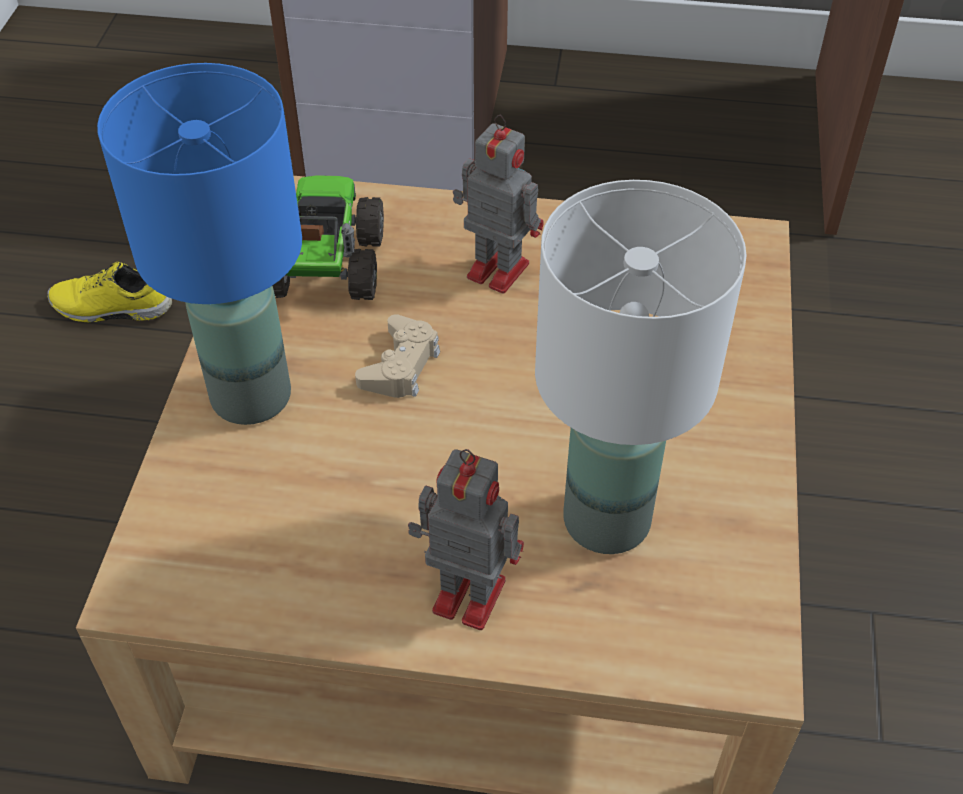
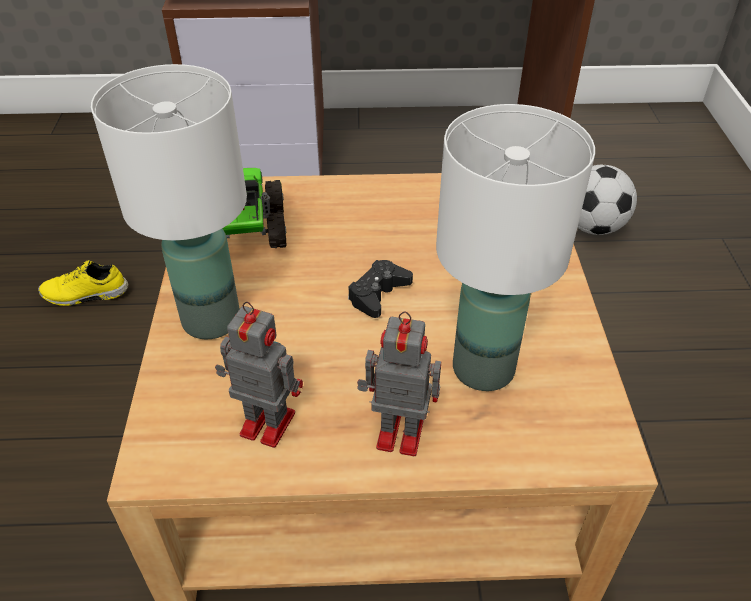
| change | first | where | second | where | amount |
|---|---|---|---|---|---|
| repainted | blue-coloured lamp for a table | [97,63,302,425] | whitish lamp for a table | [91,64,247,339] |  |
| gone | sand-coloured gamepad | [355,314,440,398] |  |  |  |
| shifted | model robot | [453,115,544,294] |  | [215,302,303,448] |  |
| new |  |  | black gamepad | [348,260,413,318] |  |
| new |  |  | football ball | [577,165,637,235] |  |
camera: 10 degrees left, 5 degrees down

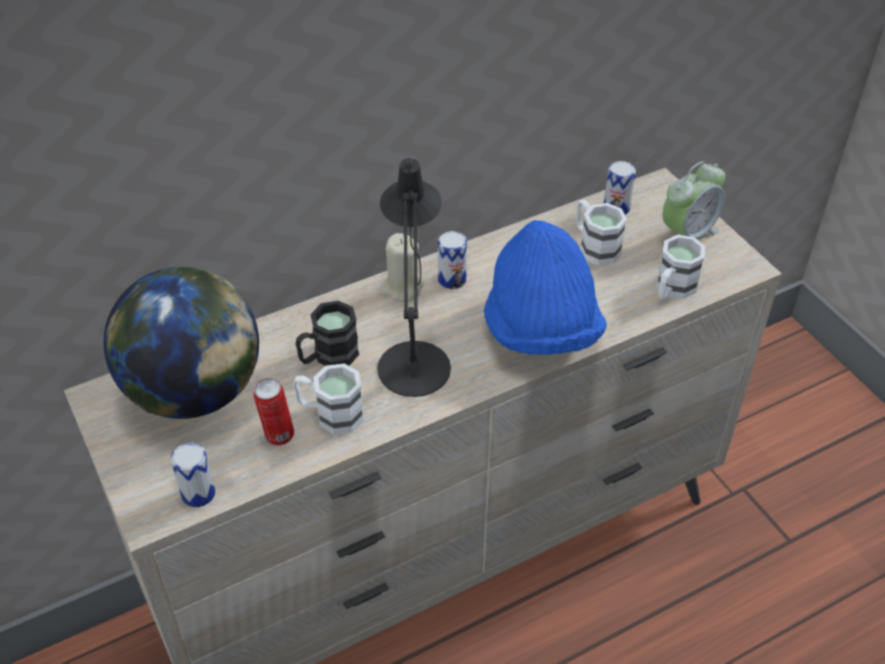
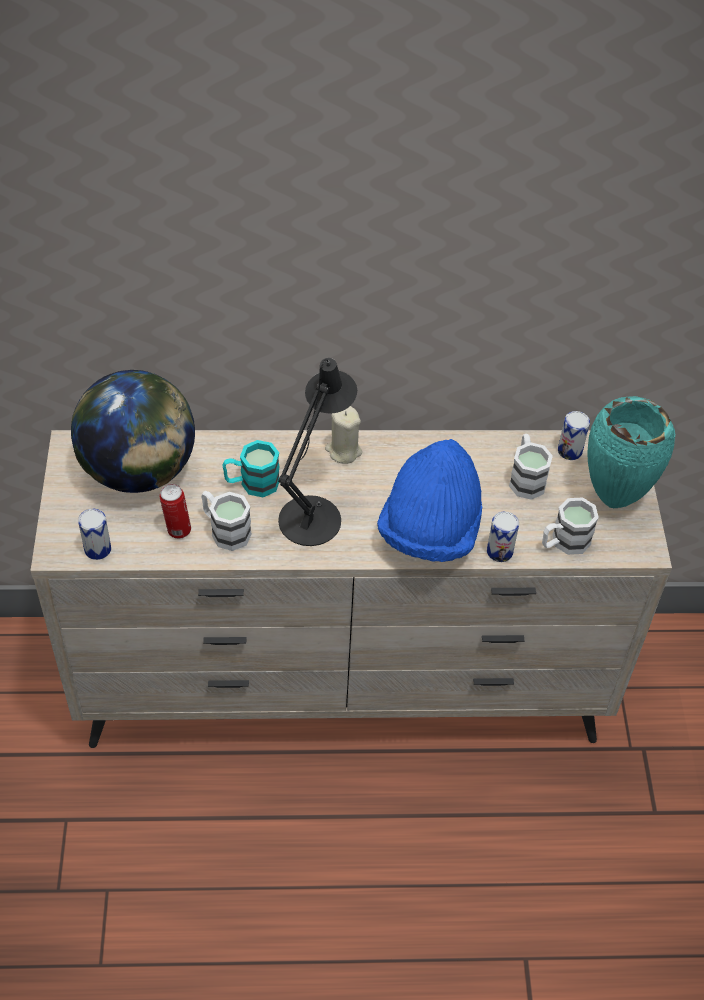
| change | first | where | second | where | amount |
|---|---|---|---|---|---|
| repainted | black mug | [295,301,359,366] | turquoise-coloured mug | [223,440,279,497] |  |
| shifted | sealed can | [438,231,467,289] |  | [487,512,519,562] |  |
| swapped | bedside clock | [662,161,725,239] | turquoise-coloured decorative vase | [587,396,675,508] |  |
camera: 25 degrees right, 5 degrees up

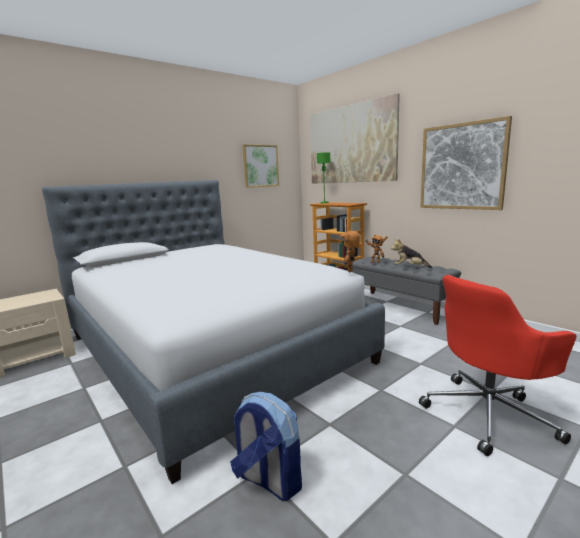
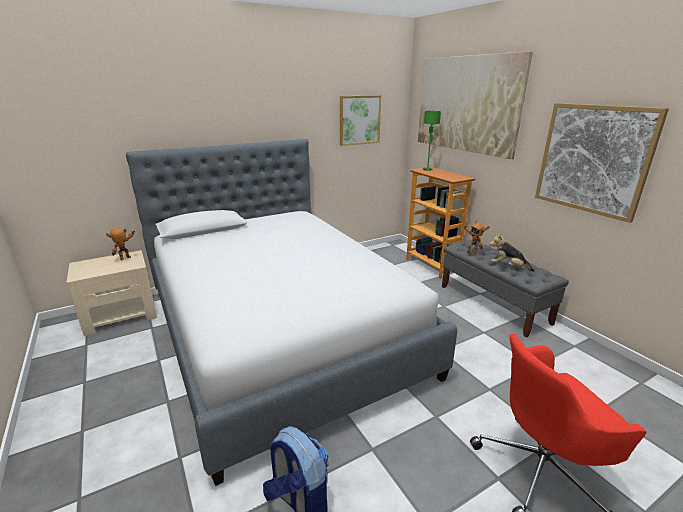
| change | first | where | second | where | amount |
|---|---|---|---|---|---|
| shifted | model robot | [340,229,363,273] |  | [106,228,135,261] |  |
camera: 10 degrees right, 10 degrees up

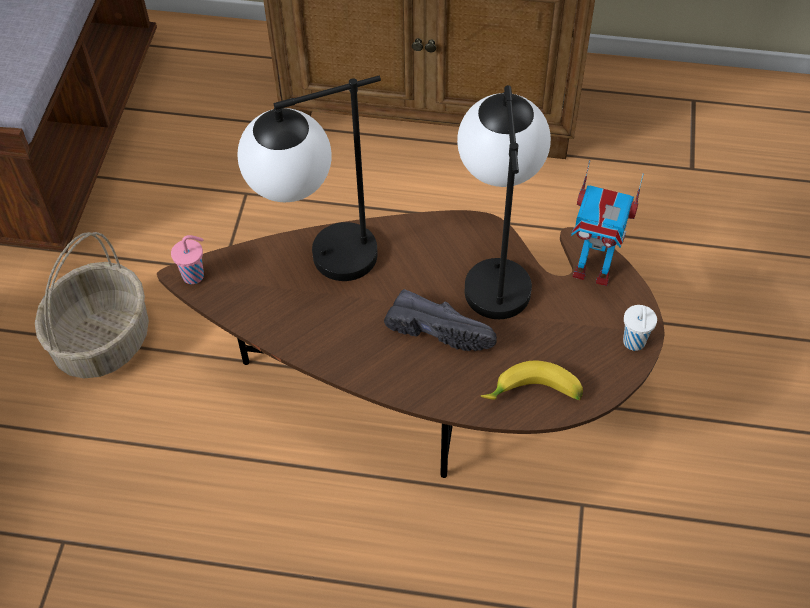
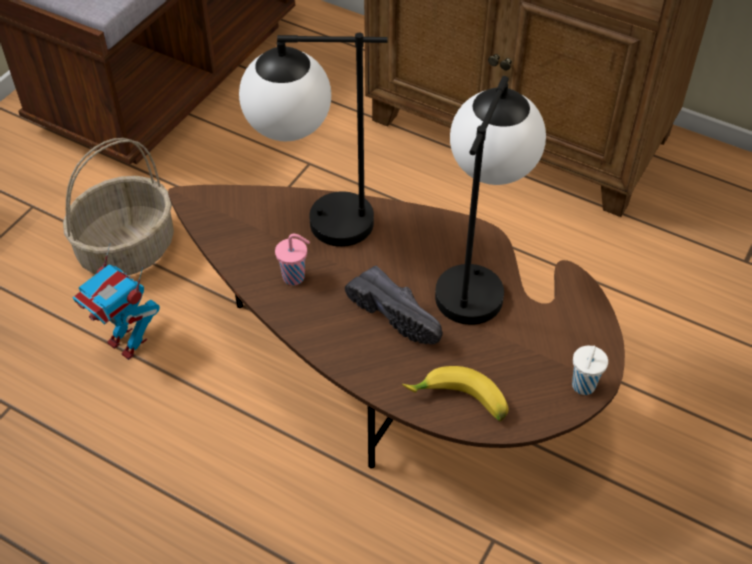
| change | first | where | second | where | amount |
|---|---|---|---|---|---|
| shifted | pink-coloured cup | [171,235,204,284] |  | [275,234,310,285] |  |
| shifted | model robot | [571,160,644,286] |  | [72,243,160,360] |  |
camera: 20 degrees right, 5 degrees down

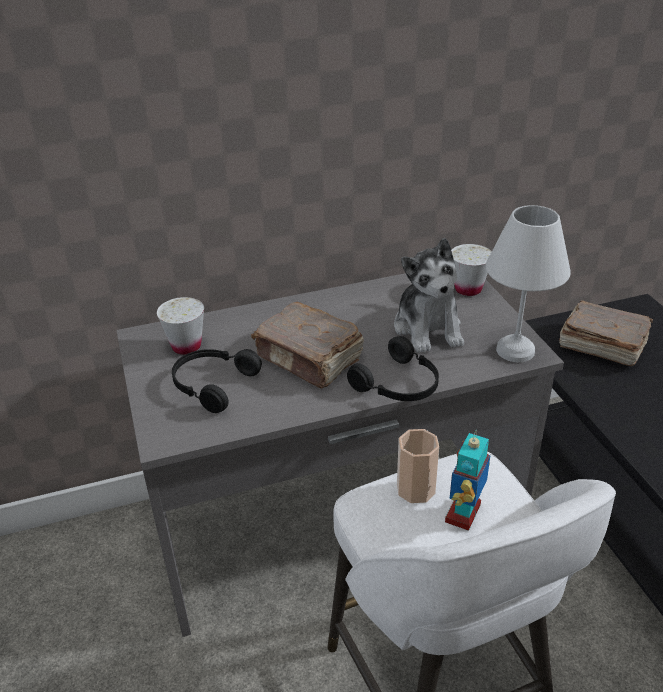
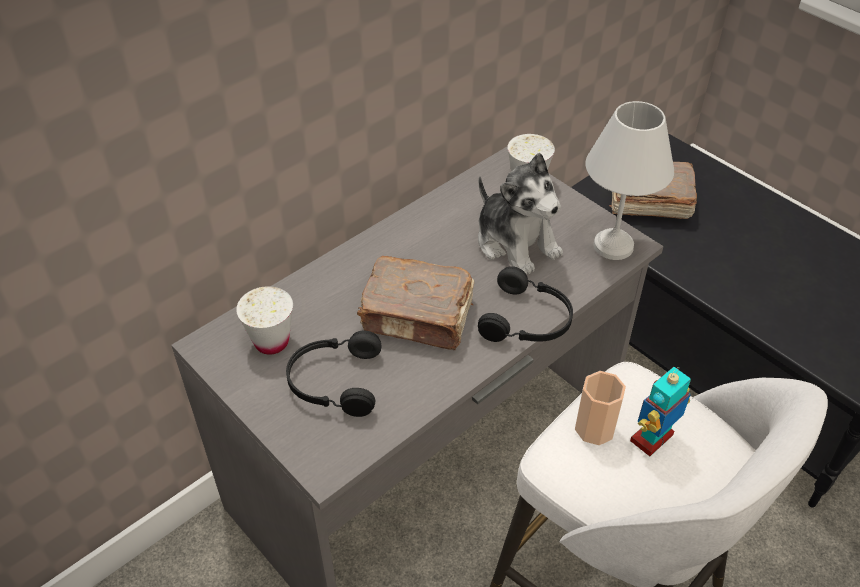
| change | first | where | second | where | amount |
|---|---|---|---|---|---|
| rotated | model robot | [445,431,490,531] |  | [630,367,691,456] | 45 degrees clockwise |
camera: 25 degrees left, 10 degrees up

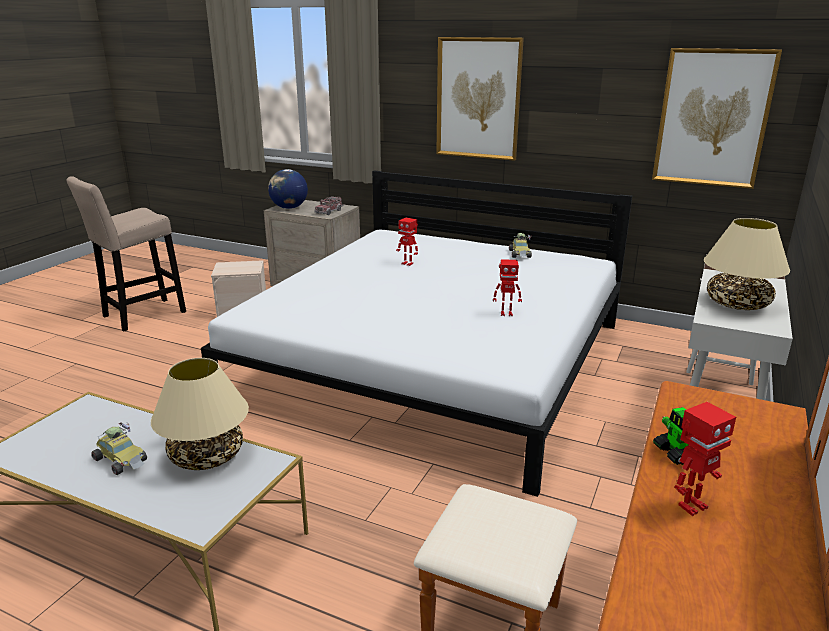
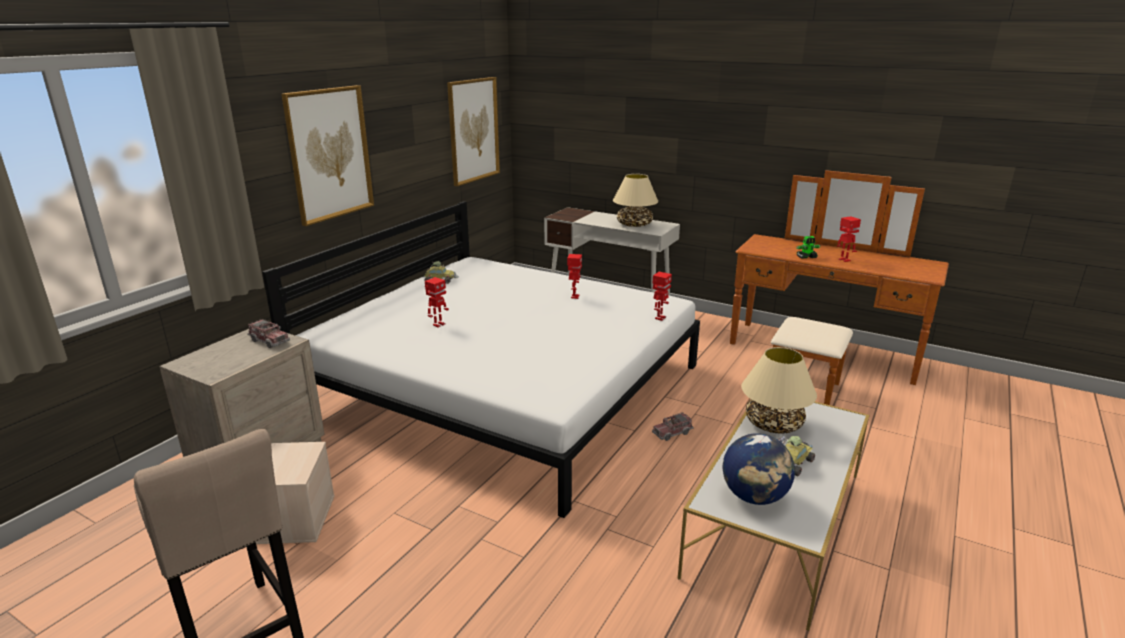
| change | first | where | second | where | amount |
|---|---|---|---|---|---|
| shifted | globe | [268,169,308,209] |  | [723,433,795,505] |  |
| new |  |  | model robot | [652,272,672,321] |  |
| new |  |  | toy lorry | [652,412,694,441] |  |
camera: 85 degrees left, 0 degrees up

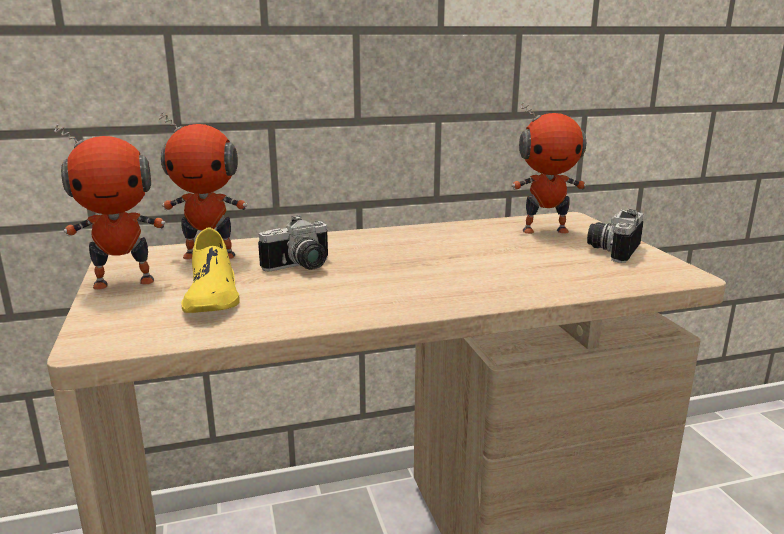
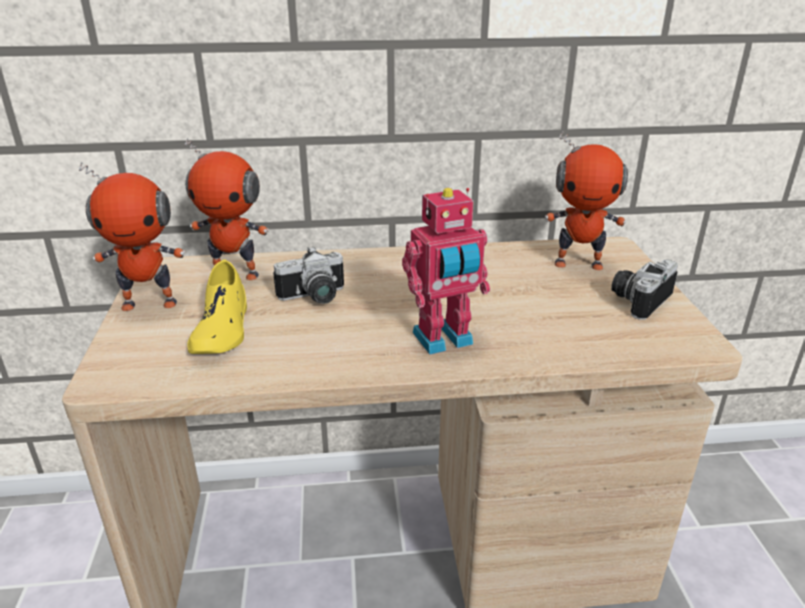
| change | first | where | second | where | amount |
|---|---|---|---|---|---|
| new |  |  | model robot | [402,188,490,355] |  |
camera: 10 degrees right, 10 degrees up

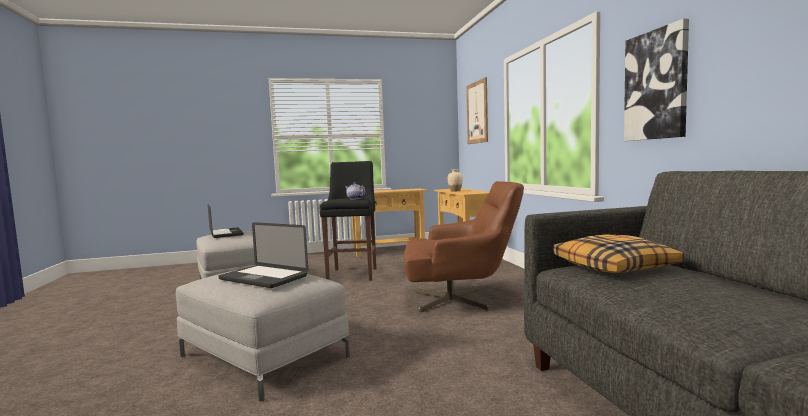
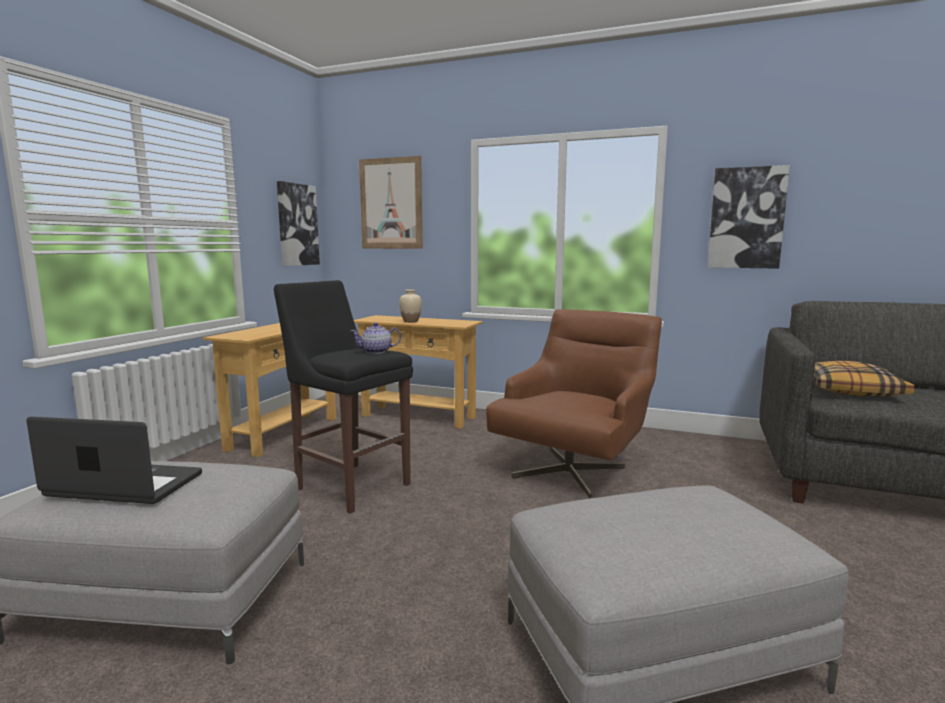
| change | first | where | second | where | amount |
|---|---|---|---|---|---|
| gone | portable computer | [218,222,308,288] |  |  |  |
| new |  |  | wall art | [277,181,320,266] |  |
camera: 55 degrees left, 5 degrees up

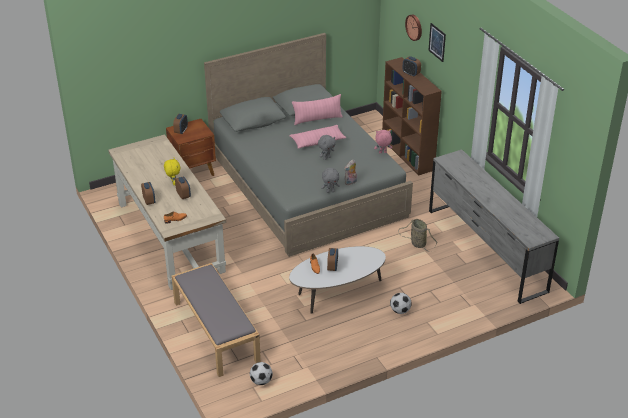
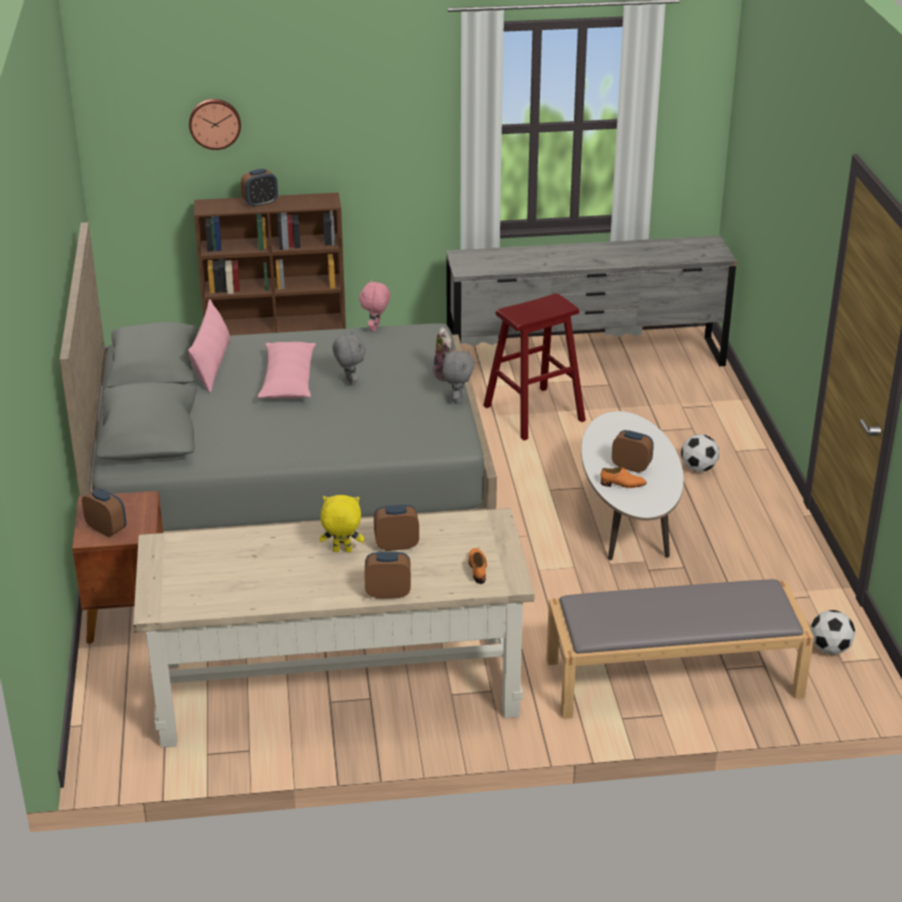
| change | first | where | second | where | amount |
|---|---|---|---|---|---|
| swapped | household basket | [398,219,437,252] | reddish stool | [483,294,586,441] |  |
| gone | wall art | [428,23,446,62] |  |  |  |
camera: 70 degrees left, 5 degrees down

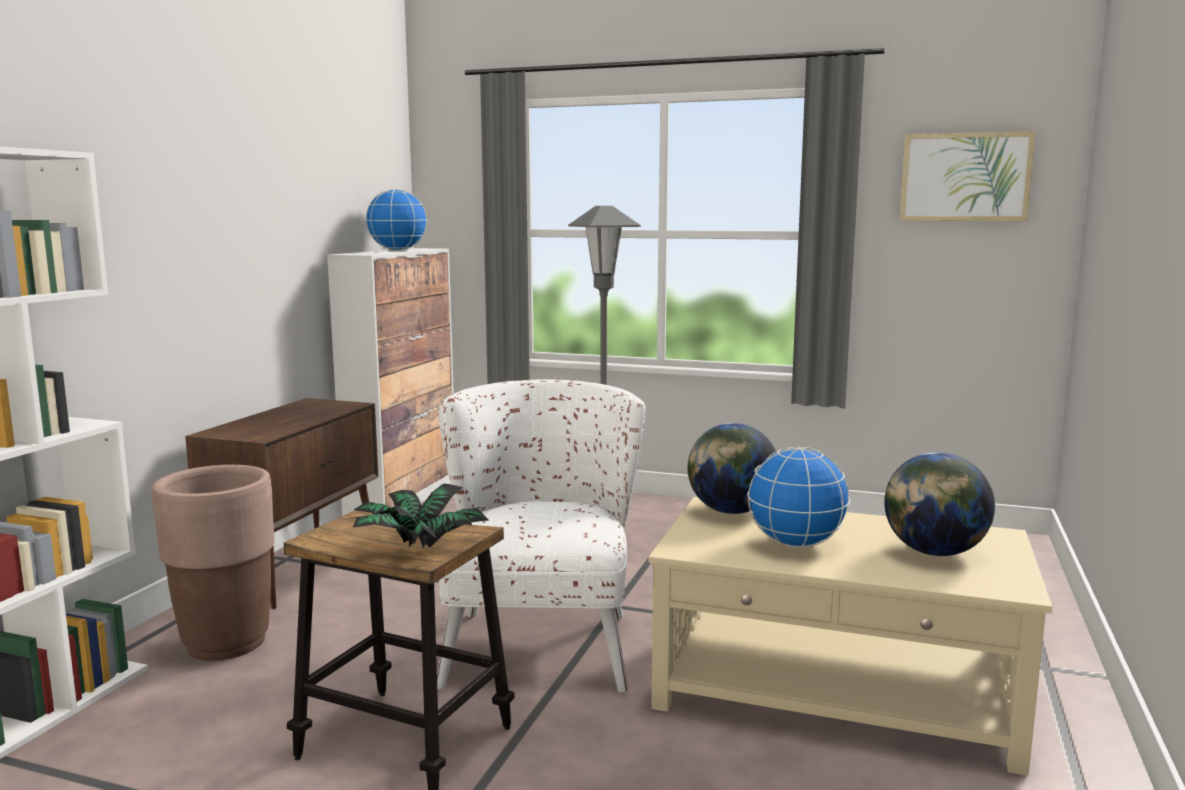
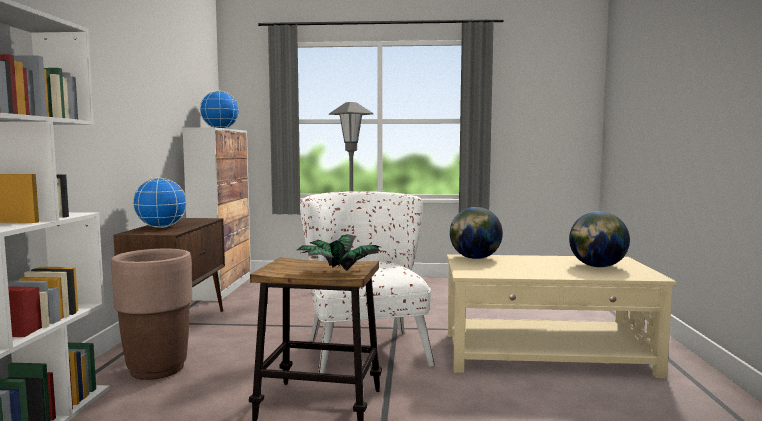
| change | first | where | second | where | amount |
|---|---|---|---|---|---|
| shifted | globe | [747,446,850,548] |  | [133,178,187,228] |  |
| gone | wall art | [900,131,1036,221] |  |  |  |
camera: 15 degrees left, 5 degrees down

